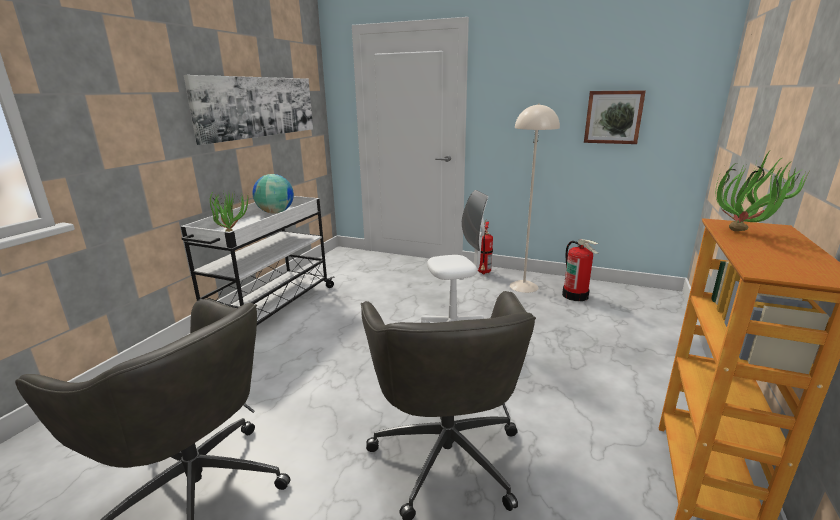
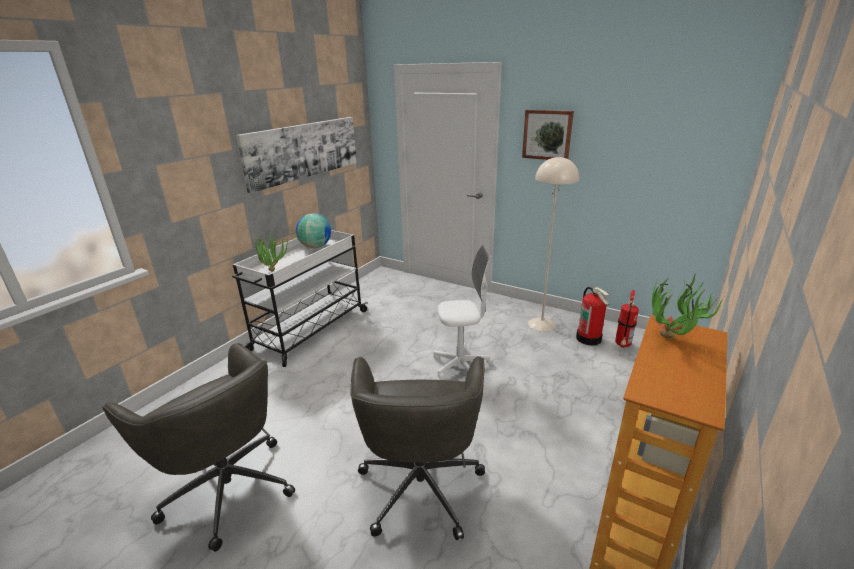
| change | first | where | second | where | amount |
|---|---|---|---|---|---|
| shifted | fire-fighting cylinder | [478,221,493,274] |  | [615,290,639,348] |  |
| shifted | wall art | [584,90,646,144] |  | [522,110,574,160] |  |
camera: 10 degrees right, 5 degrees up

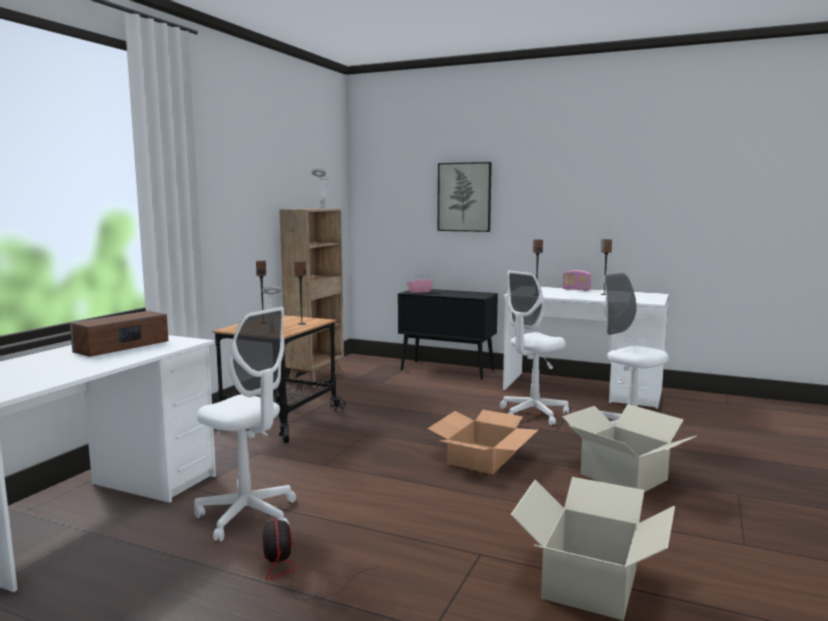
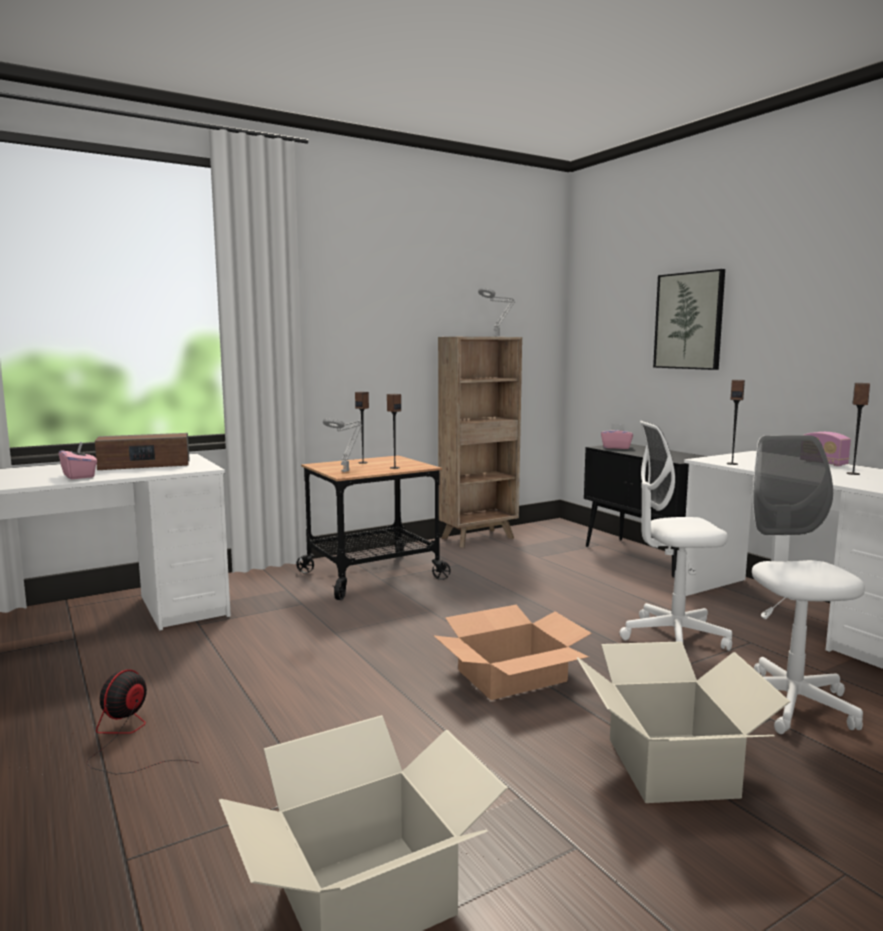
| change | first | where | second | where | amount |
|---|---|---|---|---|---|
| gone | whitish office chair | [194,307,296,542] |  |  |  |
| new |  |  | pink-coloured tissue holder | [59,441,97,479] |  |
camera: 35 degrees right, 0 degrees up

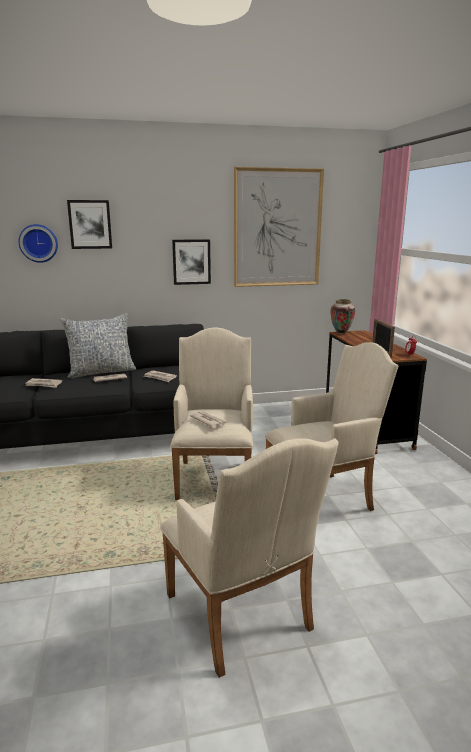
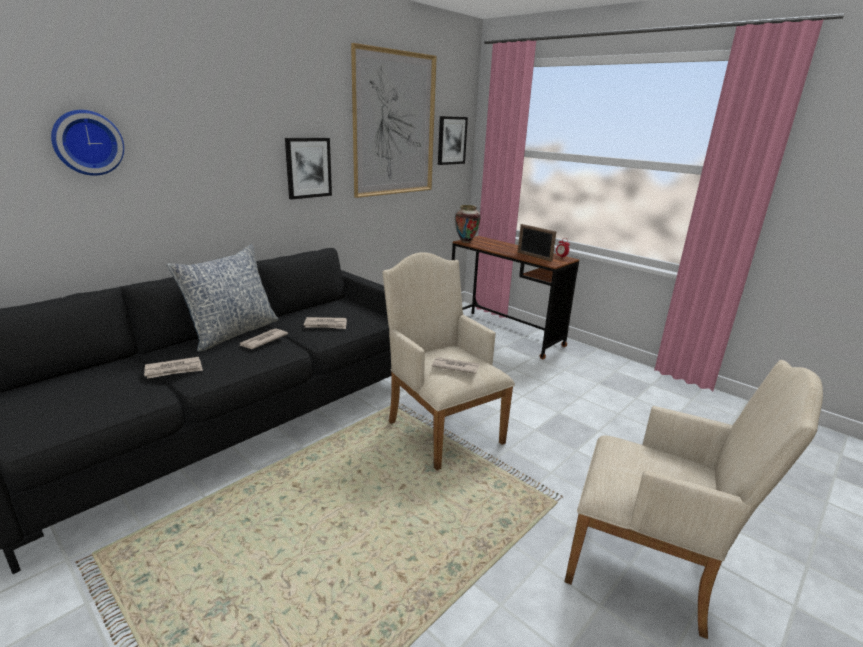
| change | first | where | second | where | amount |
|---|---|---|---|---|---|
| shifted | wall art | [67,200,112,249] |  | [438,116,468,165] |  |
| gone | sand-coloured armchair | [265,342,398,511] |  |  |  |
camera: 35 degrees left, 5 degrees up

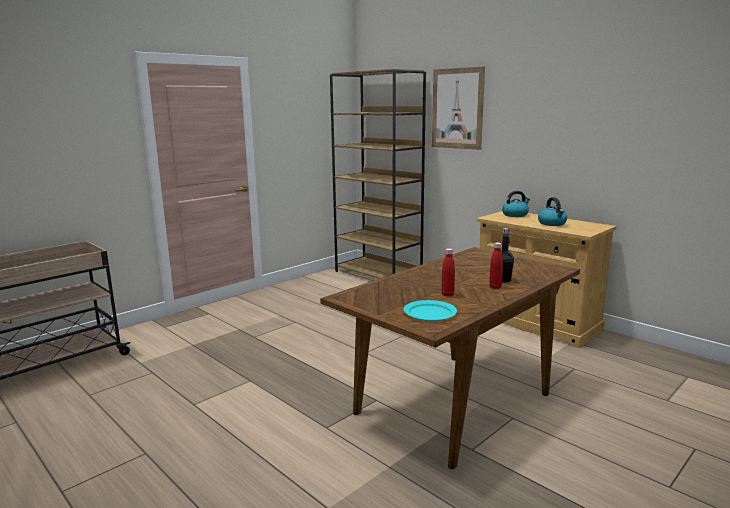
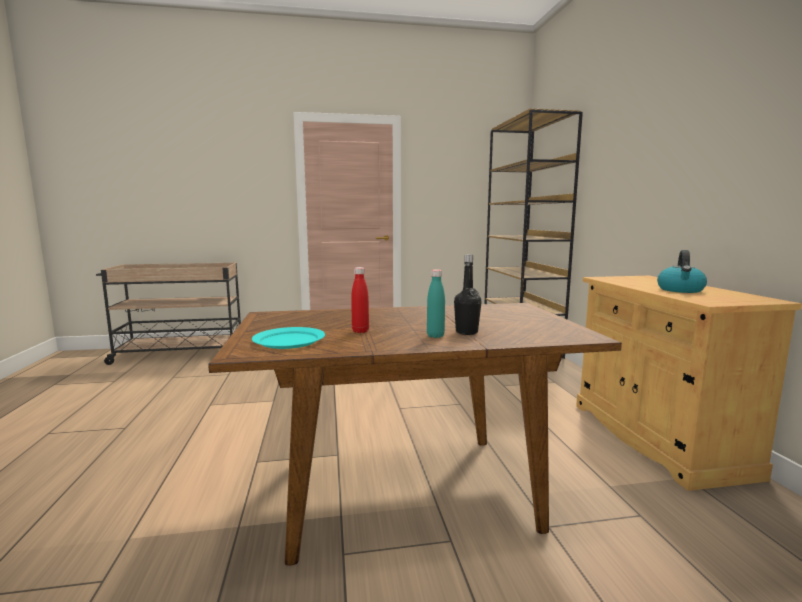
| change | first | where | second | where | amount |
|---|---|---|---|---|---|
| gone | wall art | [432,66,485,150] |  |  |  |
| repainted | reddish beverage bottle | [489,242,503,289] | turquoise-coloured beverage bottle | [427,269,445,338] |  |
| gone | tea kettle | [502,191,530,217] |  |  |  |
camera: 35 degrees right, 5 degrees down

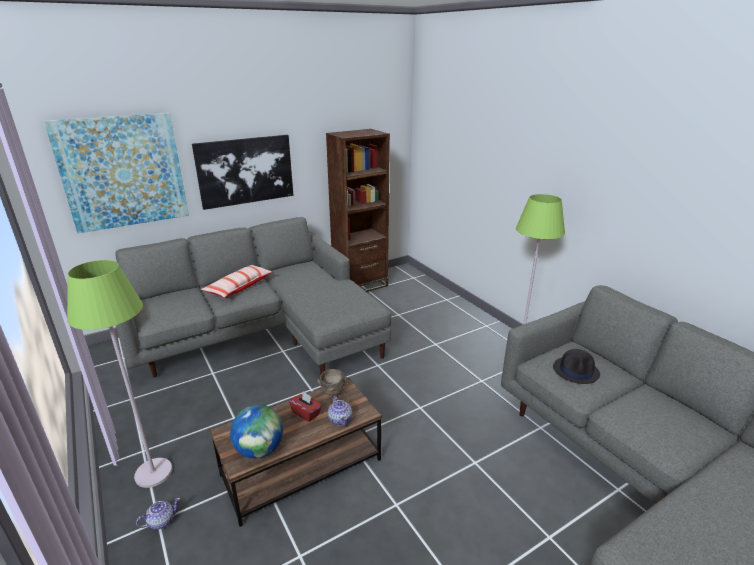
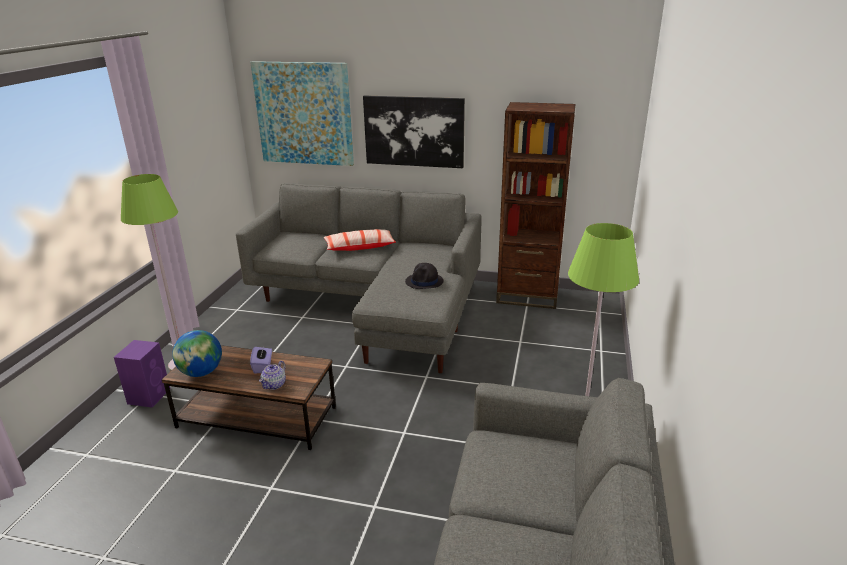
| change | first | where | second | where | amount |
|---|---|---|---|---|---|
| swapped | pot for tea | [136,498,180,530] | purplish audio speaker | [114,340,170,408] |  |
| repainted | reddish tissue holder | [289,391,322,422] | purplish tissue holder | [250,347,272,374] |  |
| gone | brown bowl | [317,369,347,396] |  |  |  |
| shifted | black clothing hat | [553,349,600,384] |  | [405,263,444,289] |  |
camera: 45 degrees right, 0 degrees up

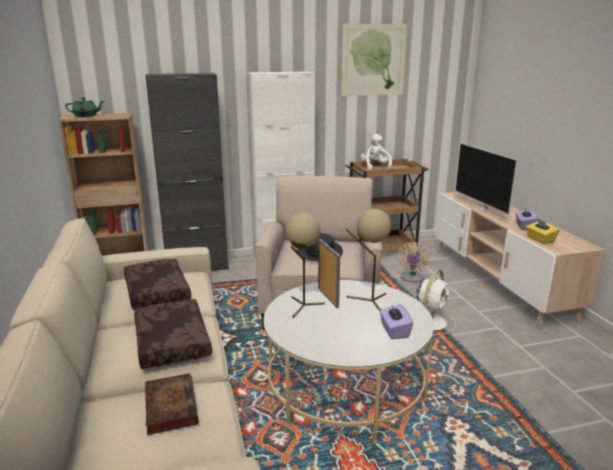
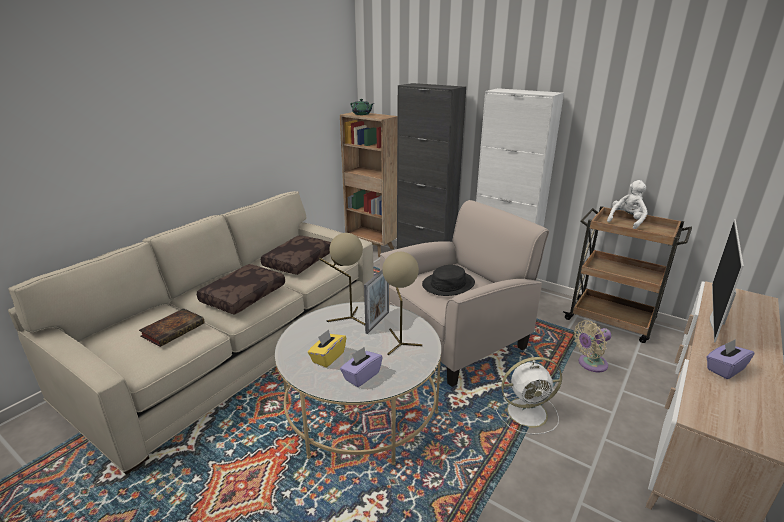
| change | first | where | second | where | amount |
|---|---|---|---|---|---|
| gone | wall art | [341,24,407,96] |  |  |  |
| shifted | yellow-coloured tissue holder | [526,218,559,244] |  | [308,329,346,368] |  |
camera: 50 degrees right, 5 degrees up

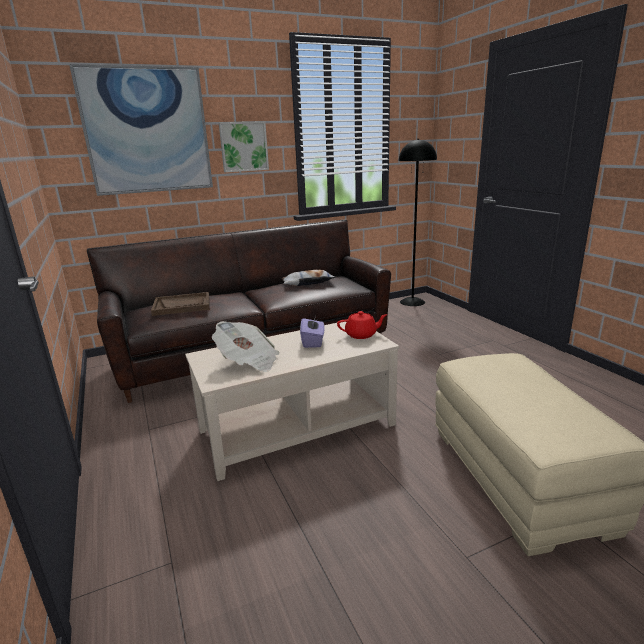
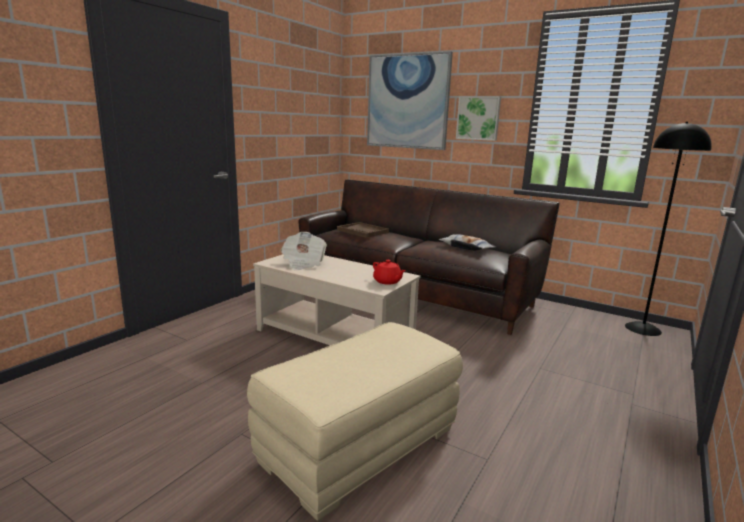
| change | first | where | second | where | amount |
|---|---|---|---|---|---|
| gone | purplish tissue holder | [300,313,324,348] |  |  |  |
camera: 55 degrees right, 5 degrees down

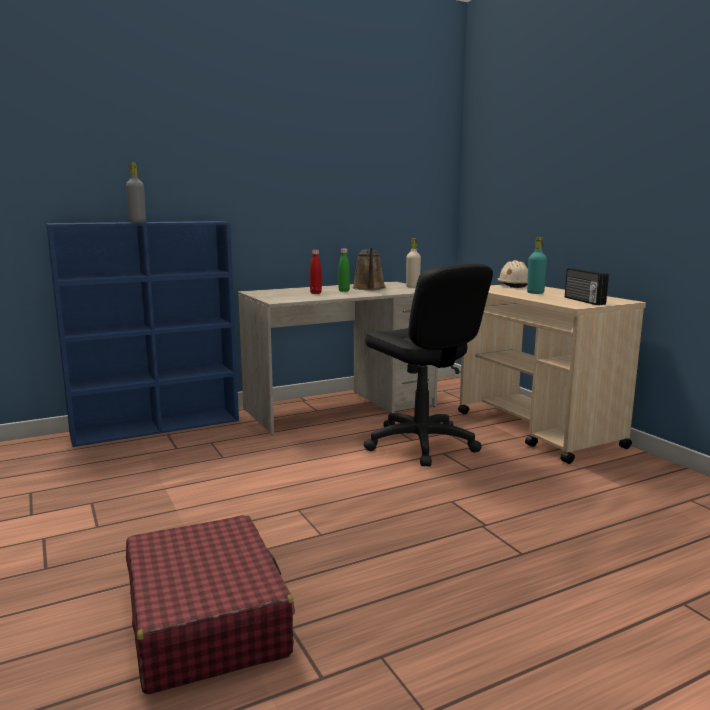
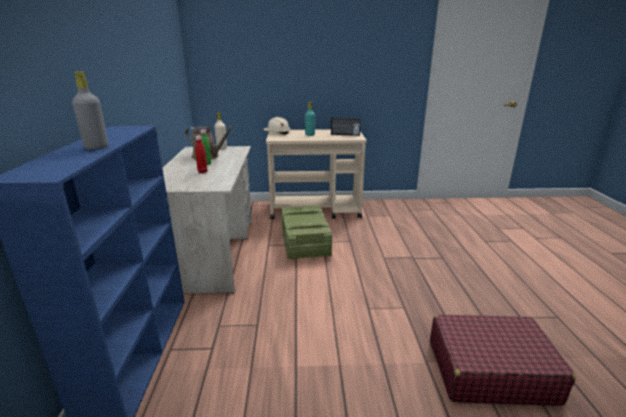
| change | first | where | second | where | amount |
|---|---|---|---|---|---|
| swapped | black office chair | [364,264,493,466] | packing crate | [281,206,332,259] |  |
camera: 65 degrees left, 10 degrees up

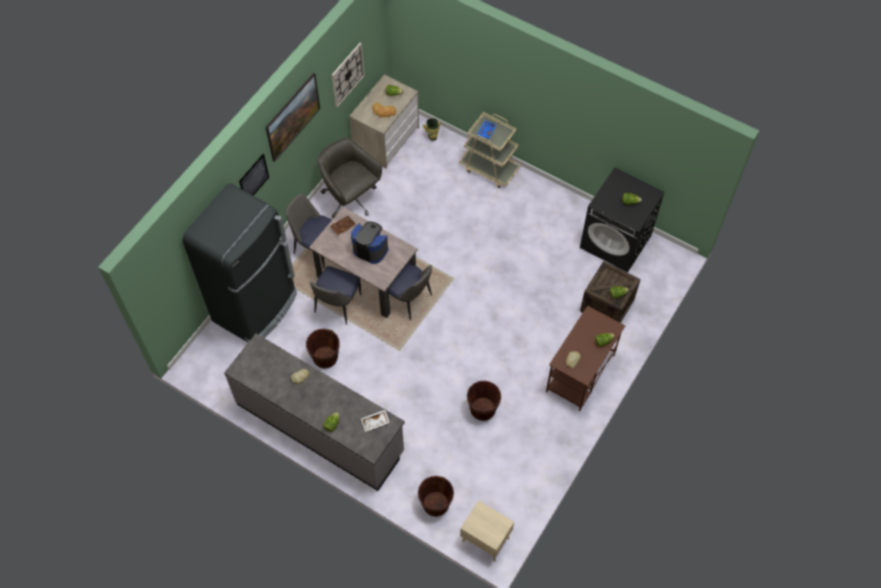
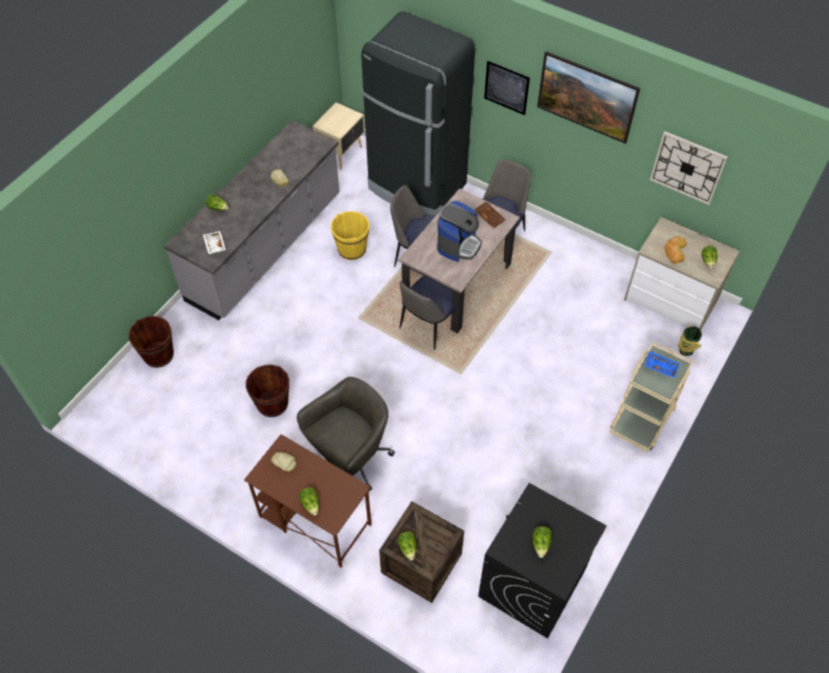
| change | first | where | second | where | amount |
|---|---|---|---|---|---|
| repainted | brown water bucket | [306,329,340,369] | yellow-coloured water bucket | [331,211,369,260] |  |
| shifted | gray office chair | [317,138,382,218] |  | [297,377,395,491] |  |
| shifted | sand-coloured bedside table | [460,500,514,562] |  | [313,102,365,170] |  |
camera: 90 degrees right, 5 degrees down

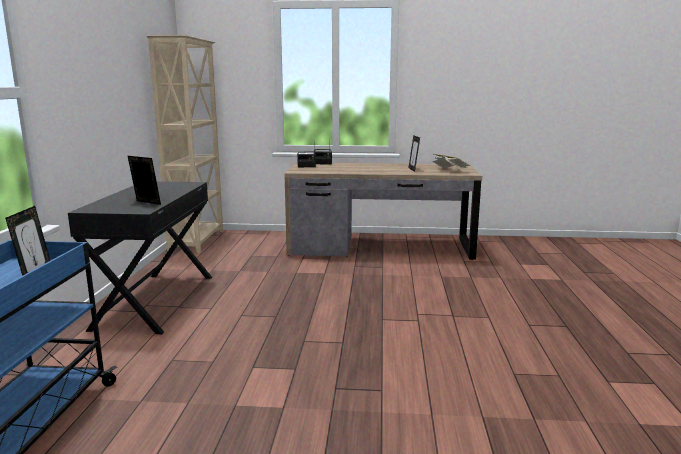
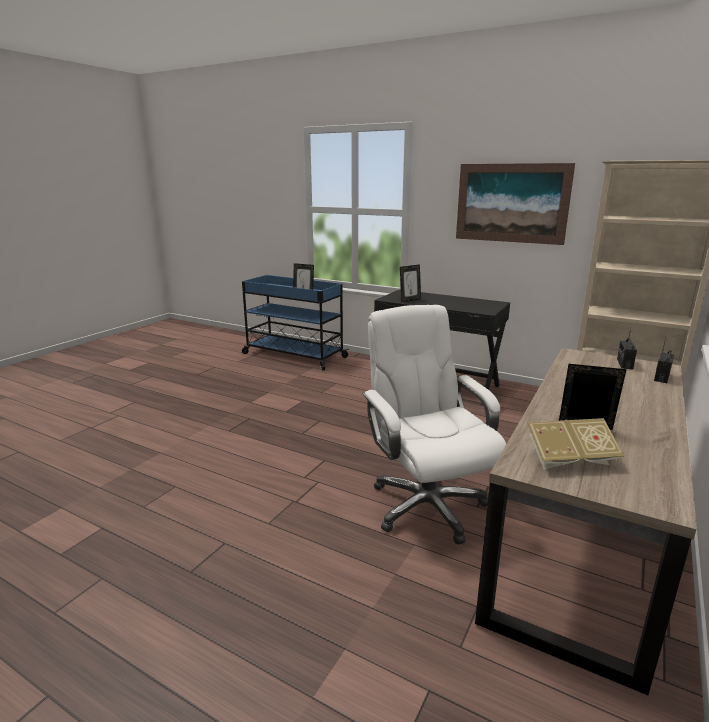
| change | first | where | second | where | amount |
|---|---|---|---|---|---|
| new |  |  | whitish office chair | [362,305,506,545] |  |
| new |  |  | wall art | [456,163,575,245] |  |
camera: 115 degrees right, 5 degrees up

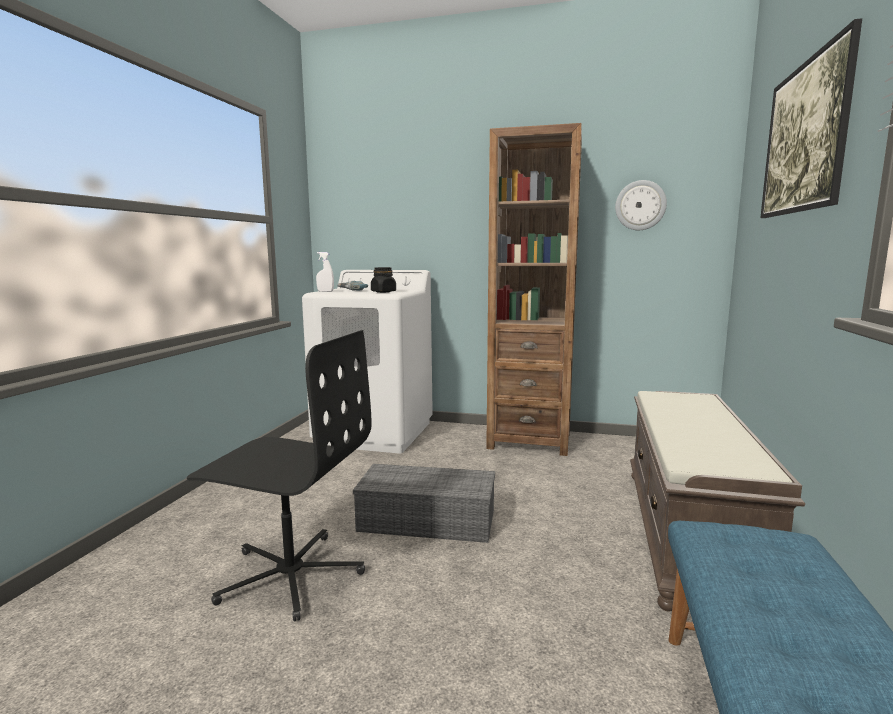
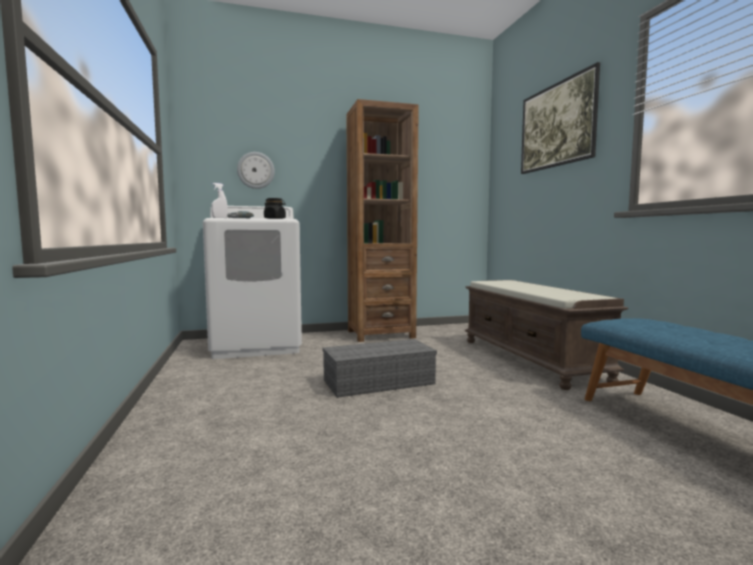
| change | first | where | second | where | amount |
|---|---|---|---|---|---|
| gone | black office chair | [187,330,372,621] |  |  |  |
| shifted | clock on the wall | [615,180,667,230] |  | [237,152,275,189] |  |
camera: 30 degrees left, 5 degrees down

